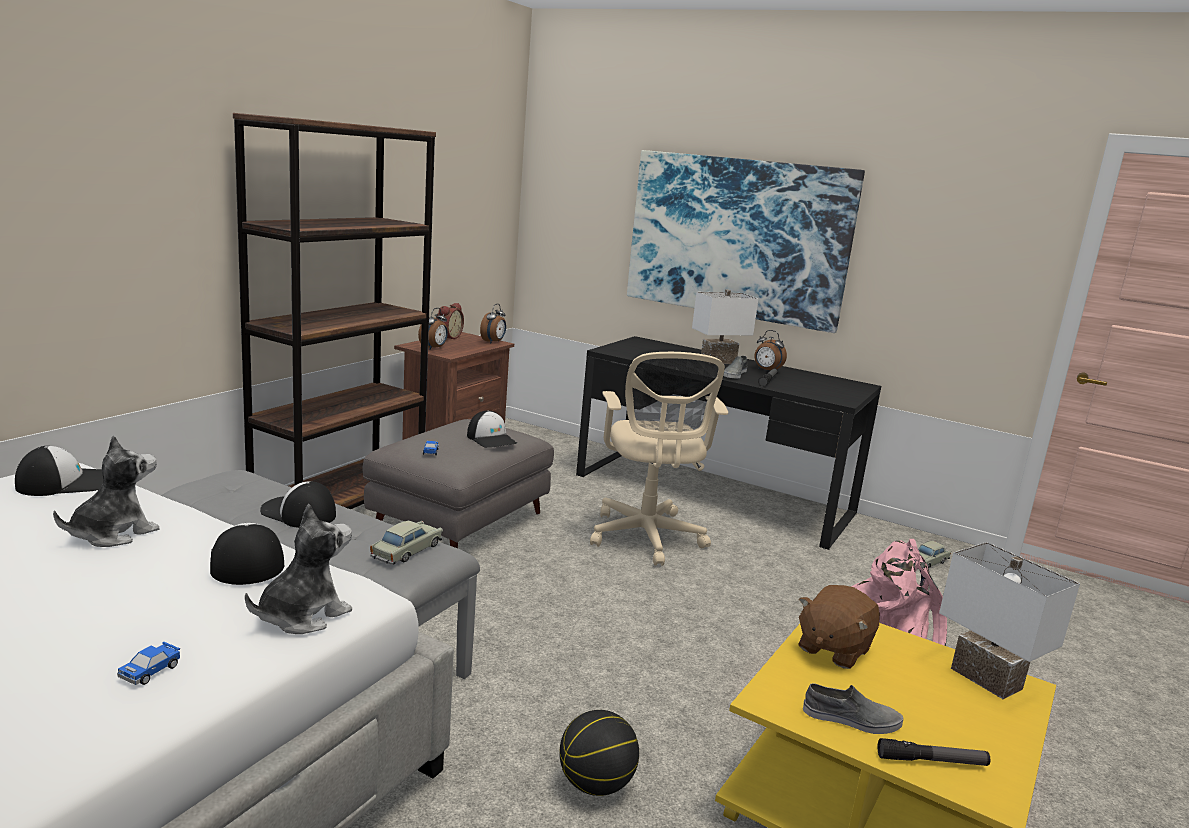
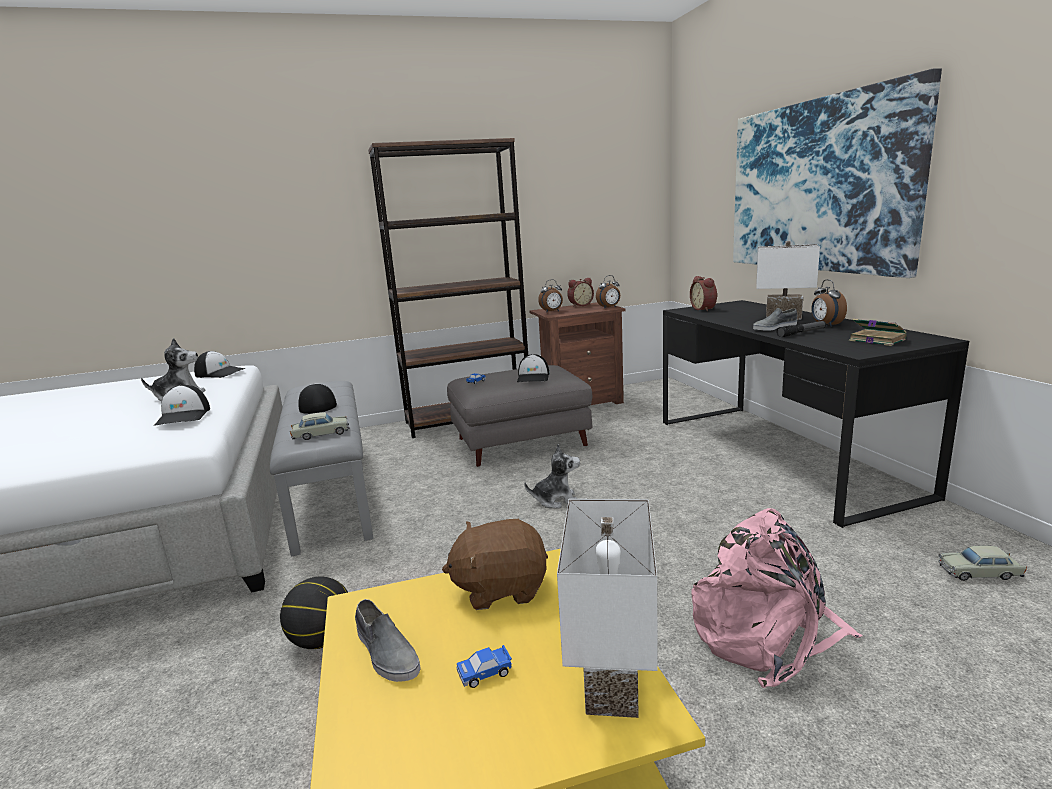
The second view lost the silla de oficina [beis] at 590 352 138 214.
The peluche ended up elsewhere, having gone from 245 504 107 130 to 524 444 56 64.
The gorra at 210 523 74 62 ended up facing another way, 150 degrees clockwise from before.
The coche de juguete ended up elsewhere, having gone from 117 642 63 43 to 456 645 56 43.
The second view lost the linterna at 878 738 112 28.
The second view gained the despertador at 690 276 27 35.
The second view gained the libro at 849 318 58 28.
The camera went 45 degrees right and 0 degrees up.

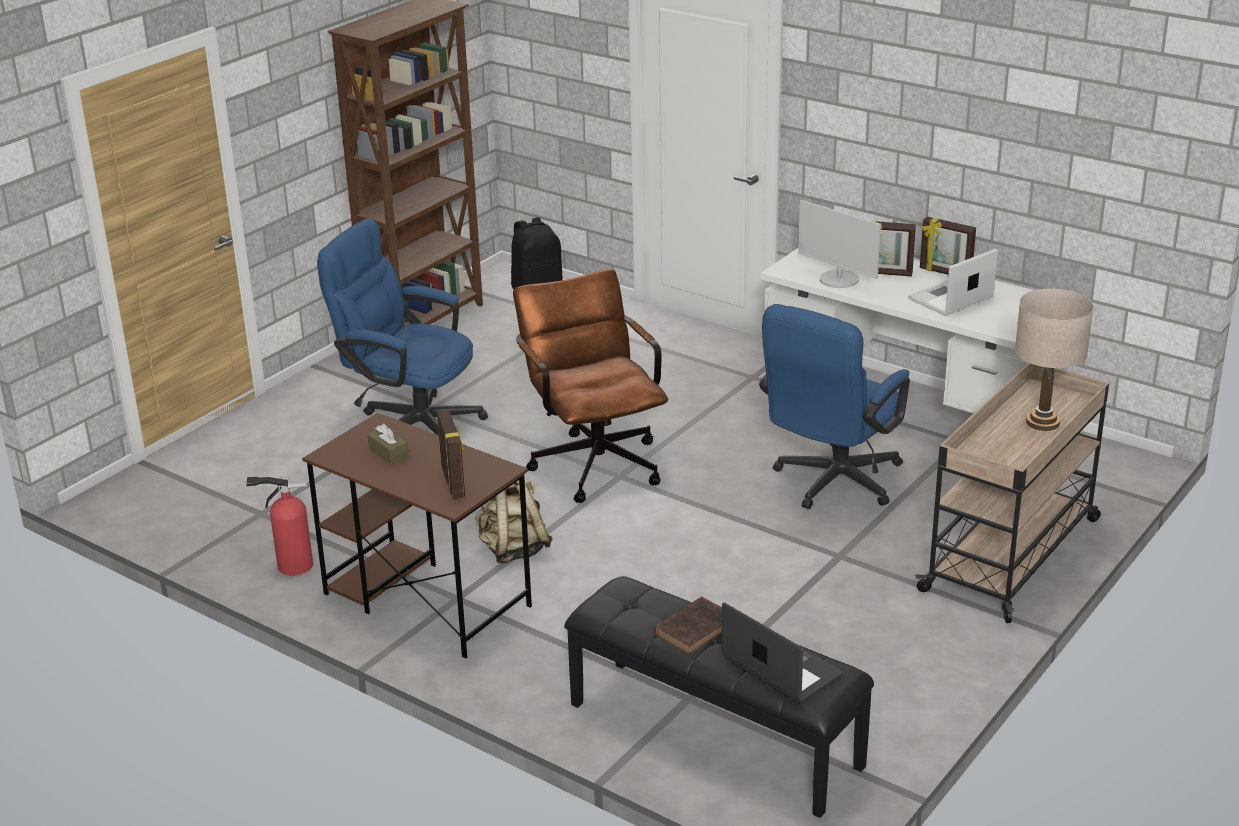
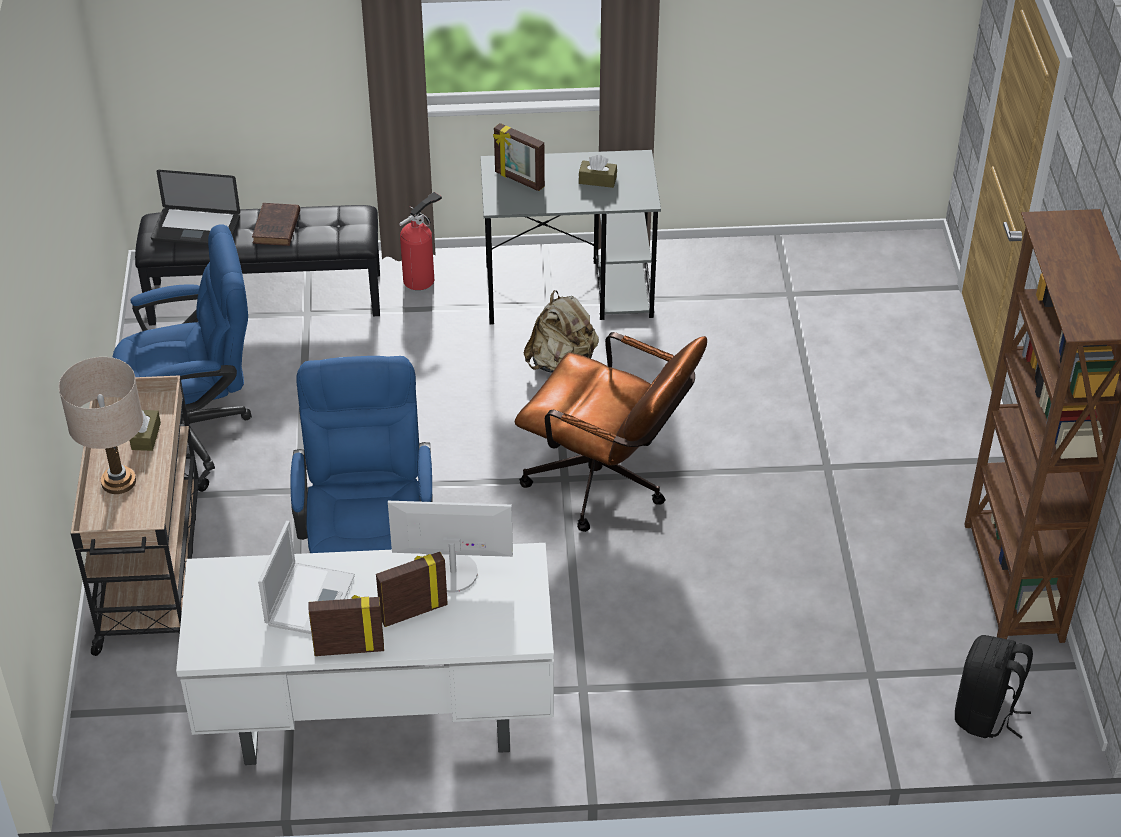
The silla de oficina [azul] ended up elsewhere, having gone from 317 219 171 216 to 112 225 140 246.
What was the escritorio [marrón] at 302 413 230 245 turned into the escritorio [gris] at 480 150 181 174.
The extintor ended up elsewhere, having gone from 246 476 67 100 to 399 192 43 98.
The second view gained the caja de pañuelos [marrón] at 130 410 31 41.
The camera went 140 degrees right and 15 degrees up.

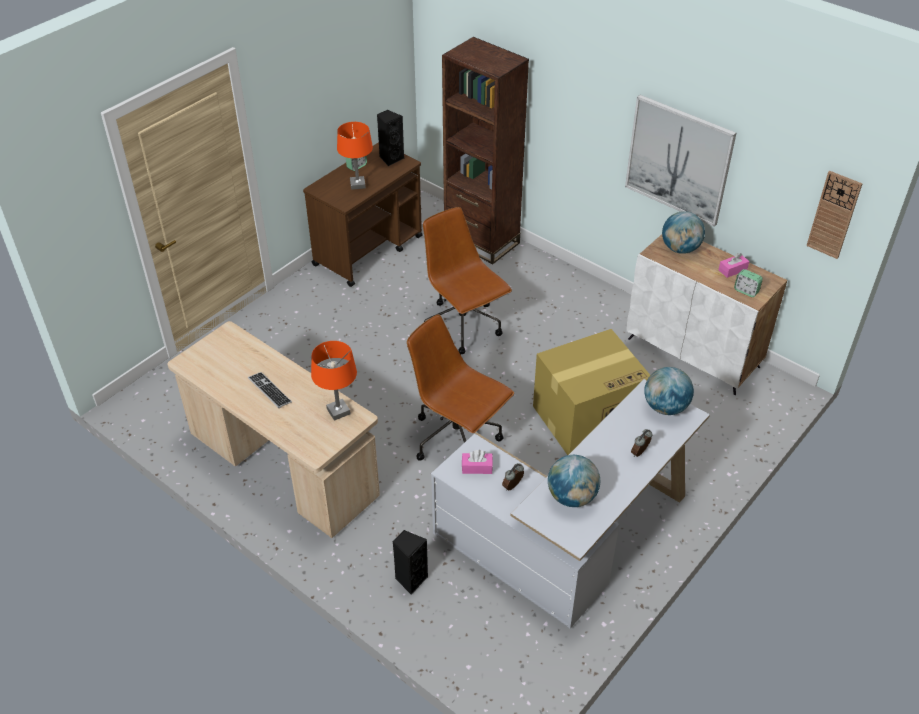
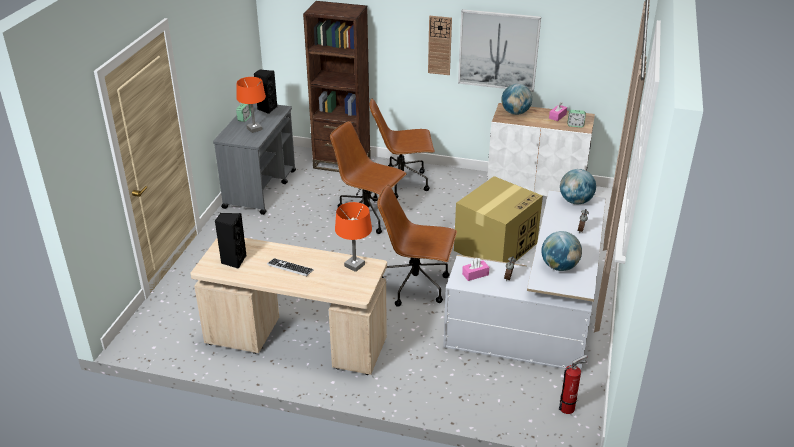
What was the carrito [marrón] at 303 142 120 145 turned into the carrito [gris] at 213 103 83 112.
The reloj de pared ended up elsewhere, having gone from 806 171 56 88 to 428 16 24 59.
The altavoz [negro] ended up elsewhere, having gone from 392 530 36 65 to 215 213 32 56.
The second view gained the silla de oficina [marrón] at 370 98 65 100.
The second view gained the extintor at 559 355 28 59.
The camera went 25 degrees left and 10 degrees down.

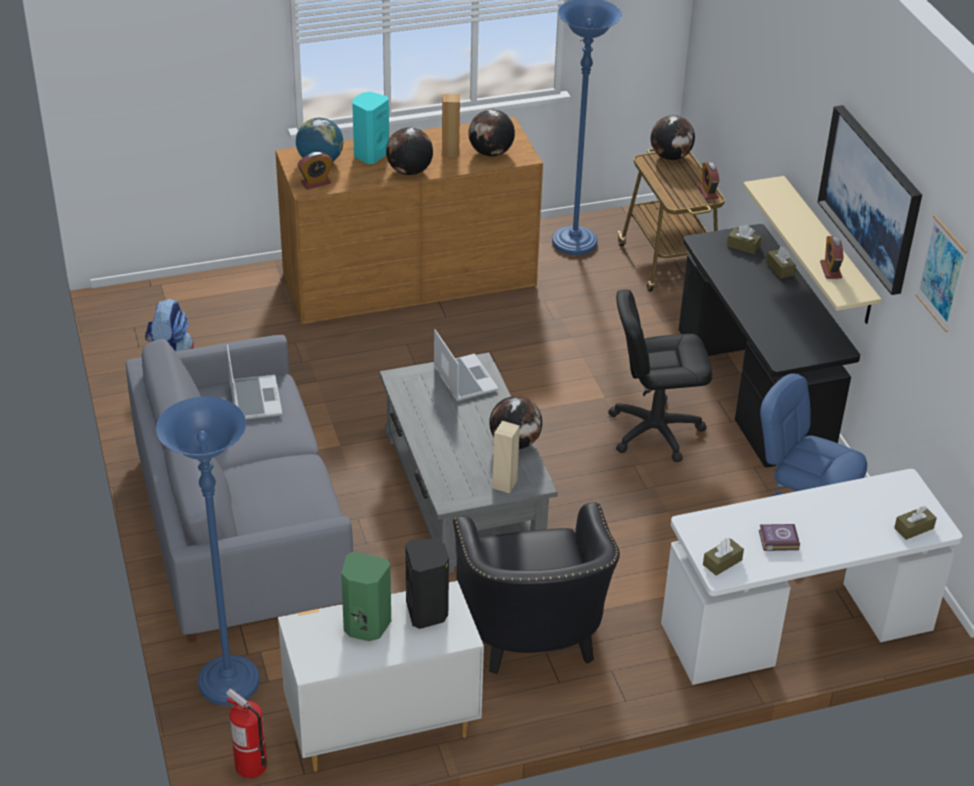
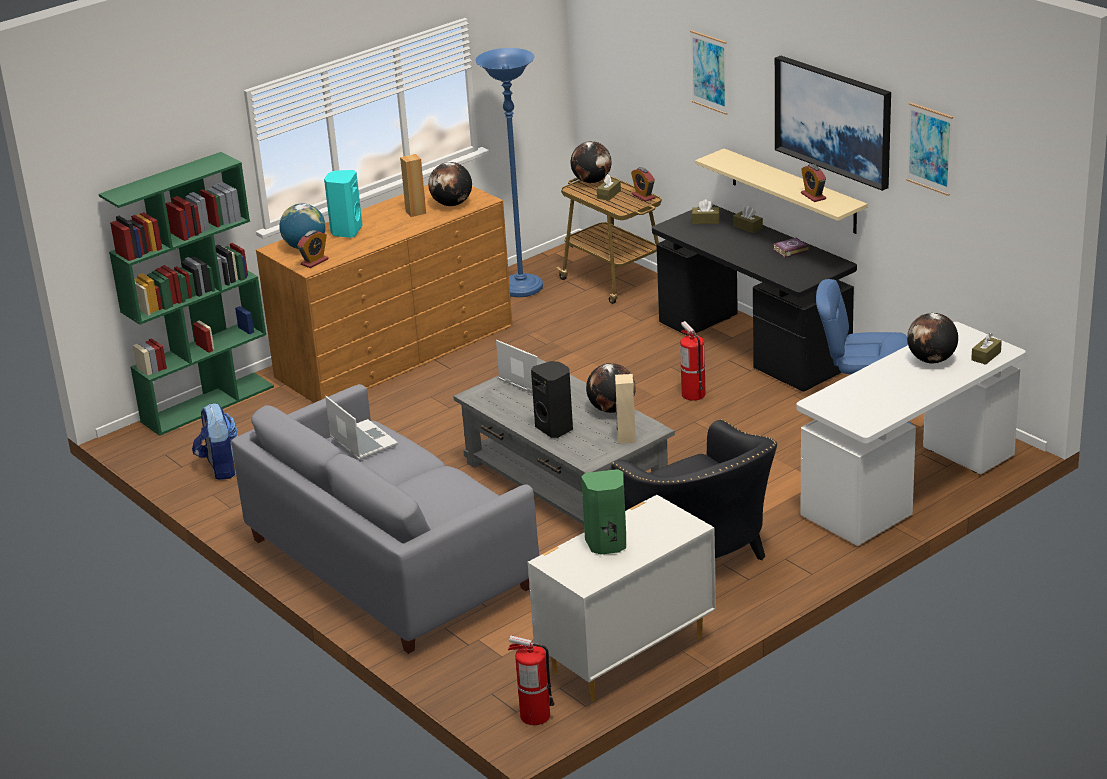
The globo terráqueo ended up elsewhere, having gone from 386 127 47 48 to 907 313 51 50.
Where the silla de oficina [negro] stood at 608 289 104 173, the extintor came to stand at 680 321 26 80.
The second view lost the lámpara de pie [azul] at 156 397 103 308.
The libro ended up elsewhere, having gone from 759 524 41 27 to 773 238 35 20.
The caja de pañuelos [marrón] ended up elsewhere, having gone from 703 538 41 38 to 597 174 24 27.
The altavoz [negro] ended up elsewhere, having gone from 405 539 44 90 to 531 361 42 77.
The second view gained the cuadro at 690 30 37 85.
The second view gained the estantería [verde] at 99 152 175 284.
The camera went 20 degrees left and 10 degrees down.

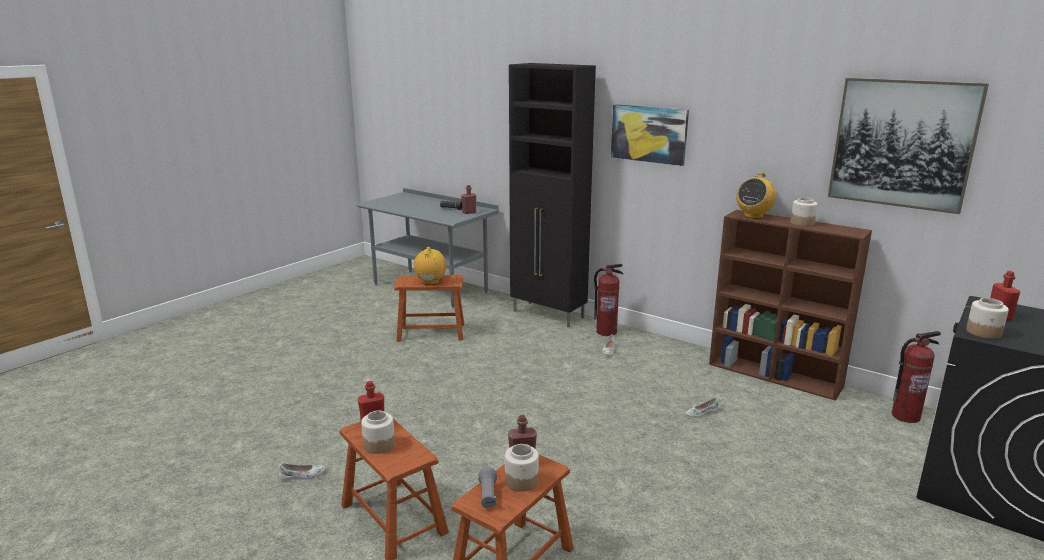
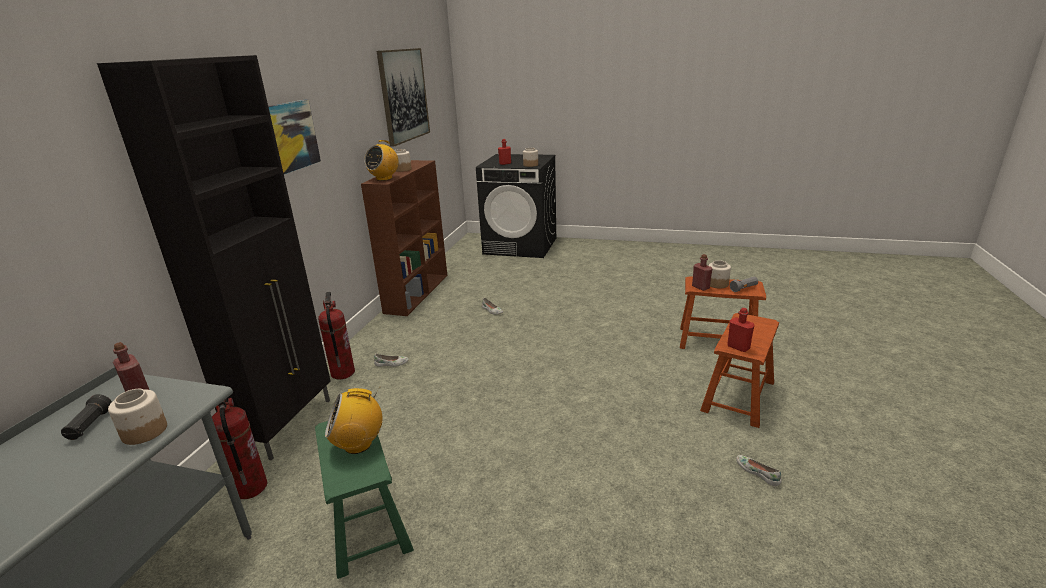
The radio at 736 172 40 47 ended up facing another way, 105 degrees clockwise from before.
What was the taburete [marrón] at 394 275 70 67 turned into the taburete [verde] at 315 421 99 158.
The extintor ended up elsewhere, having gone from 892 331 49 92 to 212 385 56 114.
The tarro ended up elsewhere, having gone from 361 411 34 43 to 108 389 59 56.
The camera went 110 degrees left and 5 degrees up.

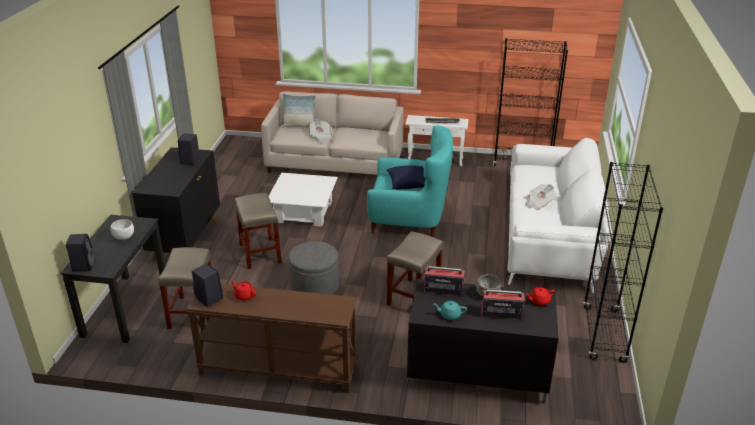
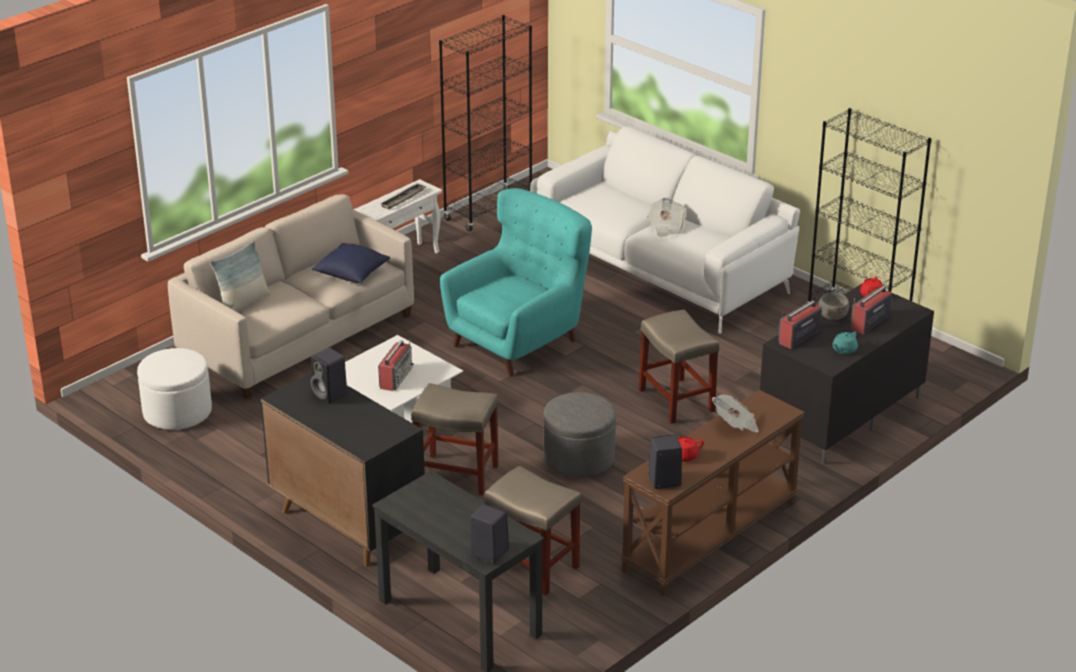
The periódico ended up elsewhere, having gone from 309 119 23 24 to 712 394 47 38.
The cojín [azul] ended up elsewhere, having gone from 387 166 38 24 to 312 243 78 40.
The second view lost the cuenco [blanco] at 110 219 24 21.
The second view gained the radio at 378 339 36 52.
The second view gained the puf [blanco] at 137 348 75 82.
The camera went 55 degrees left and 0 degrees up.

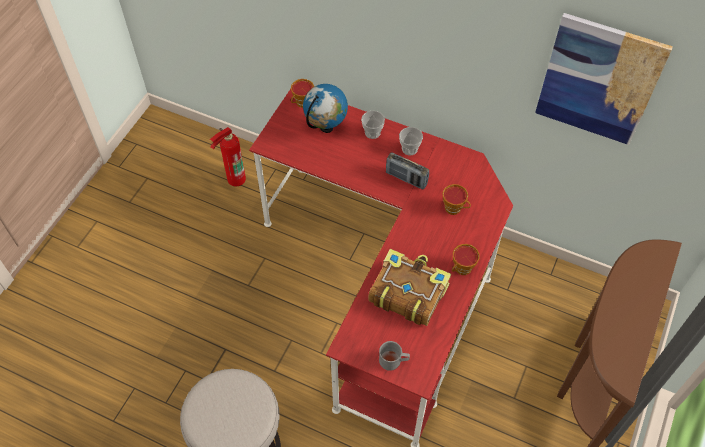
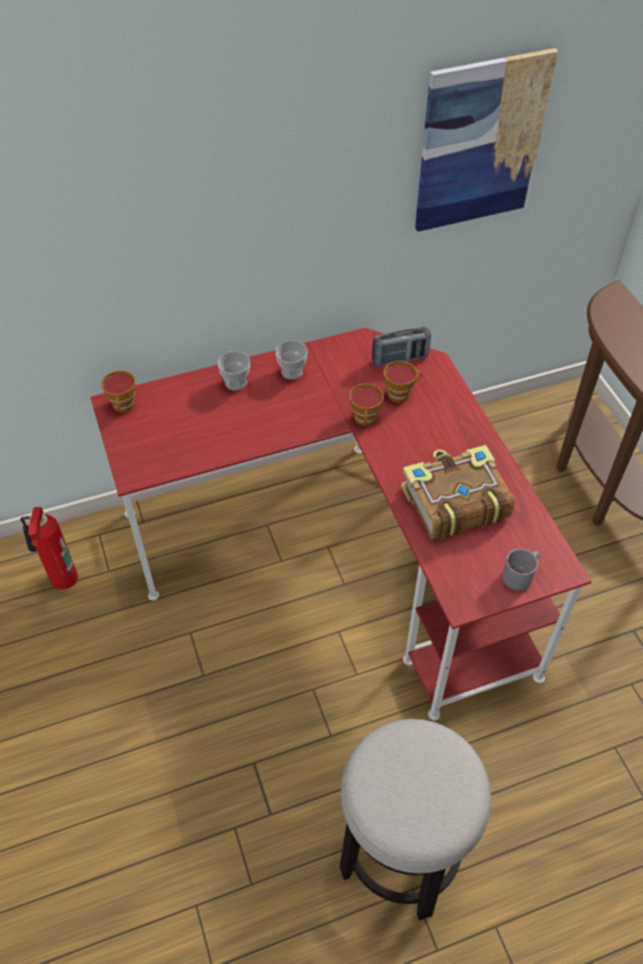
The second view lost the globo terráqueo at 303 84 45 49.
The radio ended up elsewhere, having gone from 386 152 43 37 to 372 327 59 40.
The taza ended up elsewhere, having gone from 452 244 28 31 to 349 383 35 43.
The camera went 45 degrees left and 5 degrees down.

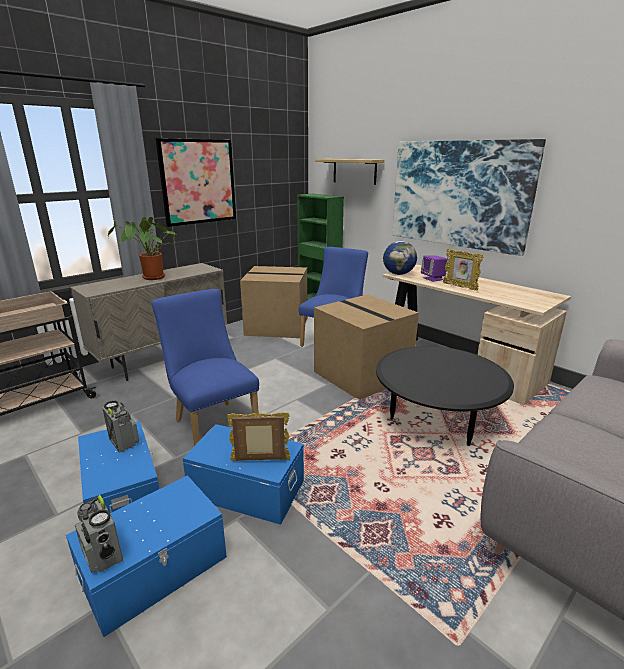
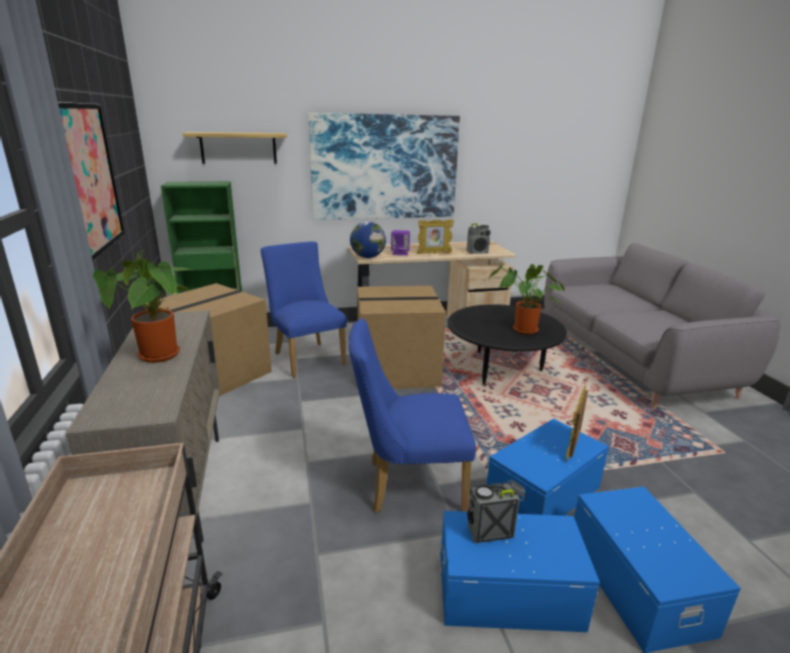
The radio ended up elsewhere, having gone from 75 495 48 78 to 467 223 24 31.
The second view gained the planta en maceta at 489 262 76 72.
The camera went 60 degrees left and 0 degrees up.

